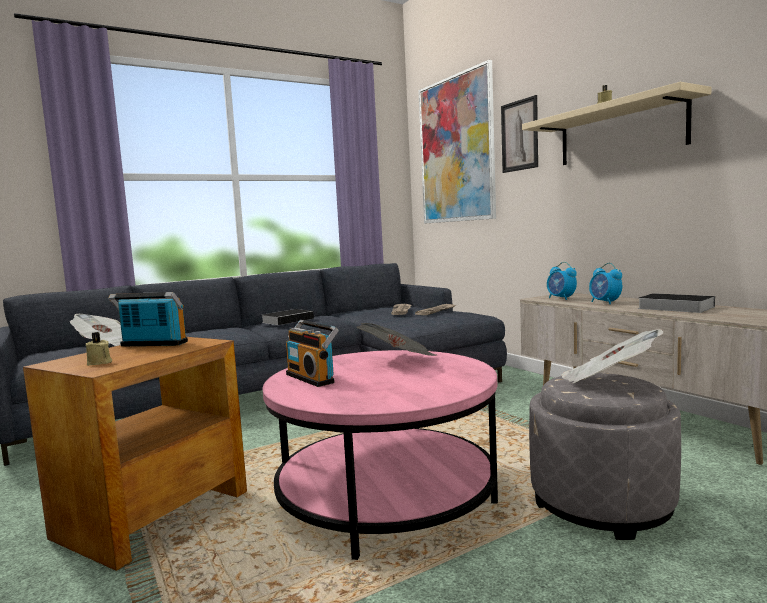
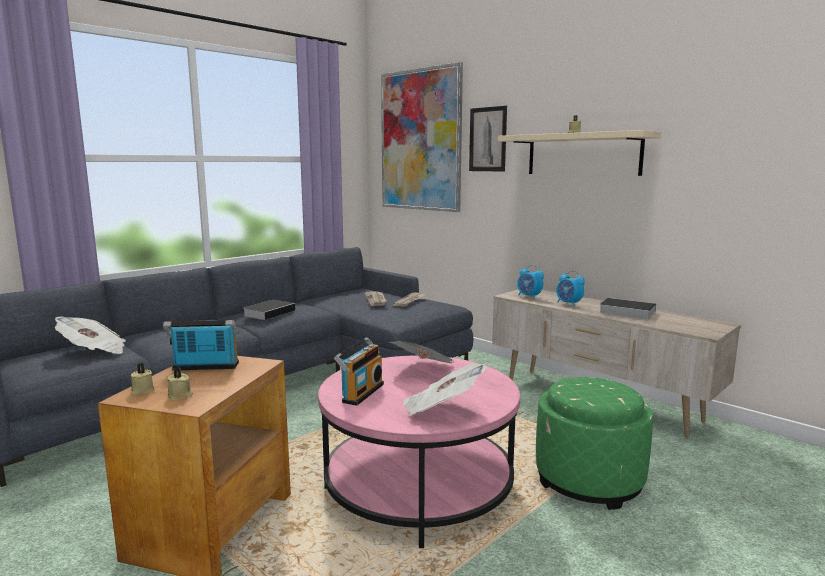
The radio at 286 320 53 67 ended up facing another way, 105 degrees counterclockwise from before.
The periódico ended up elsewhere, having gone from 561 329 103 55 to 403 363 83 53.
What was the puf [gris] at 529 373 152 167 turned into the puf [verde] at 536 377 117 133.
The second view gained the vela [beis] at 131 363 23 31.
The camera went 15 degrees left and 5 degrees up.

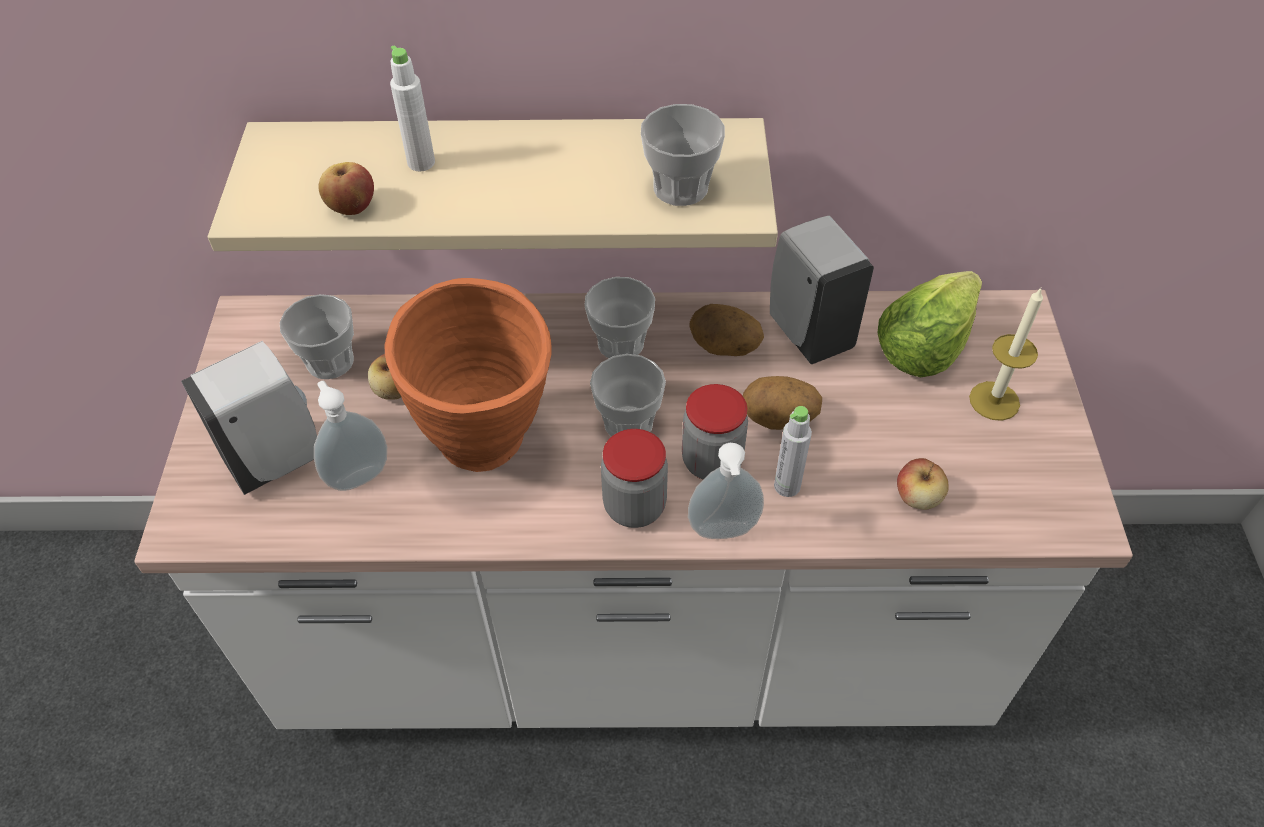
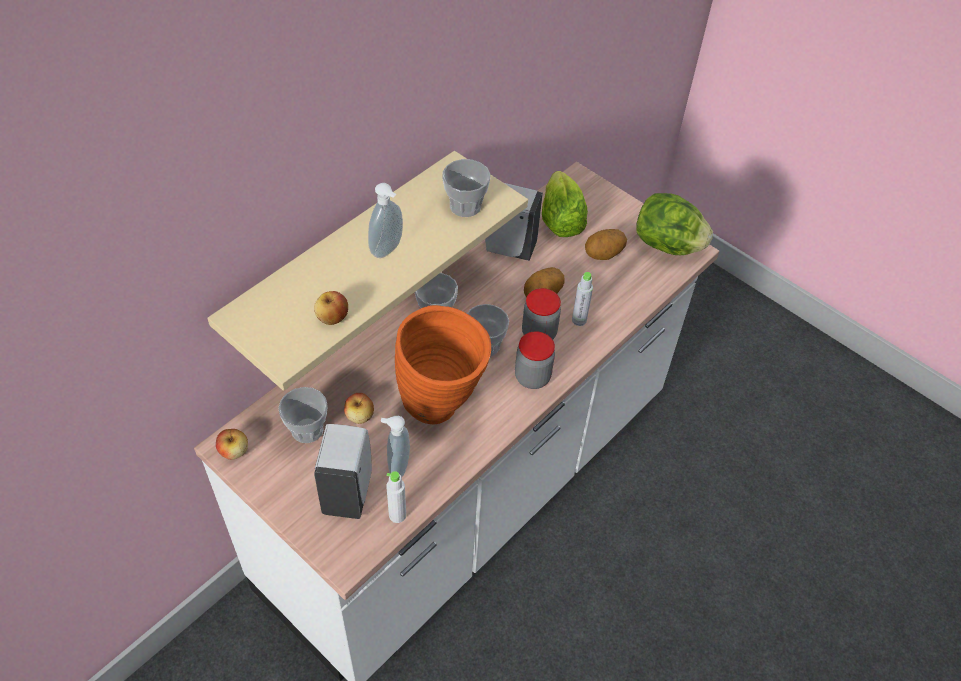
The botella [blanco] ended up elsewhere, having gone from 390 45 45 126 to 386 471 20 52.
The second view lost the vela at 969 287 74 134.
The patata ended up elsewhere, having gone from 689 304 75 52 to 585 229 42 31.
The dispensador de jabón ended up elsewhere, having gone from 688 443 76 96 to 368 183 35 75.
The manzana ended up elsewhere, having gone from 897 458 52 52 to 216 429 32 31.
The second view gained the lechuga at 637 193 76 62.
The camera went 50 degrees left and 0 degrees up.

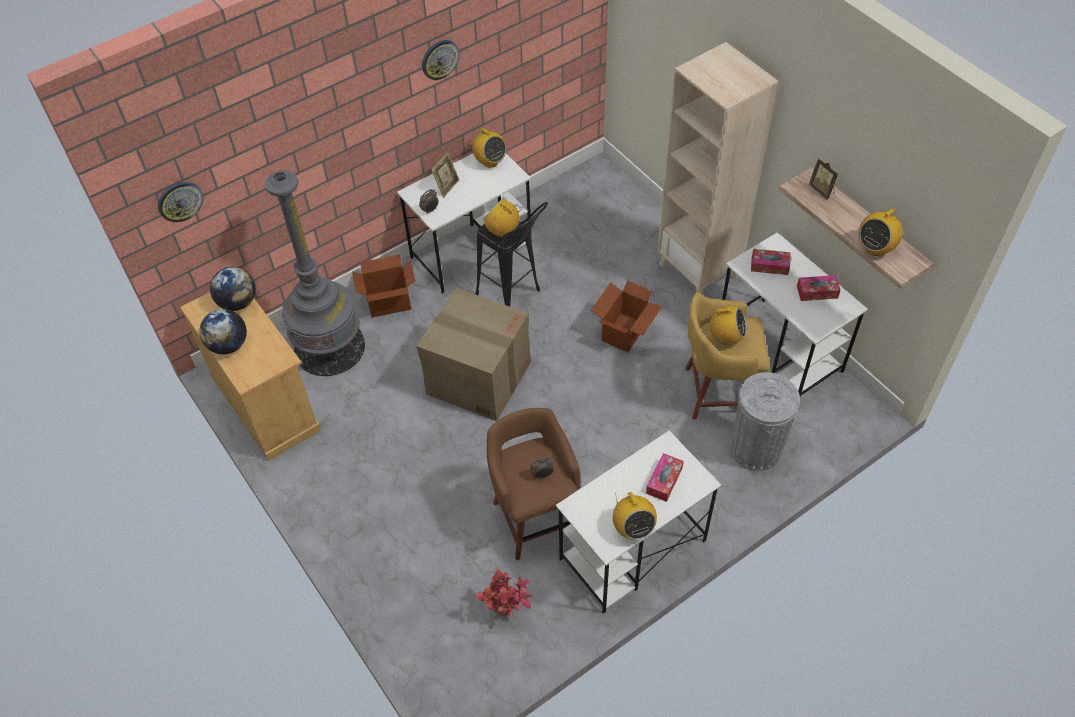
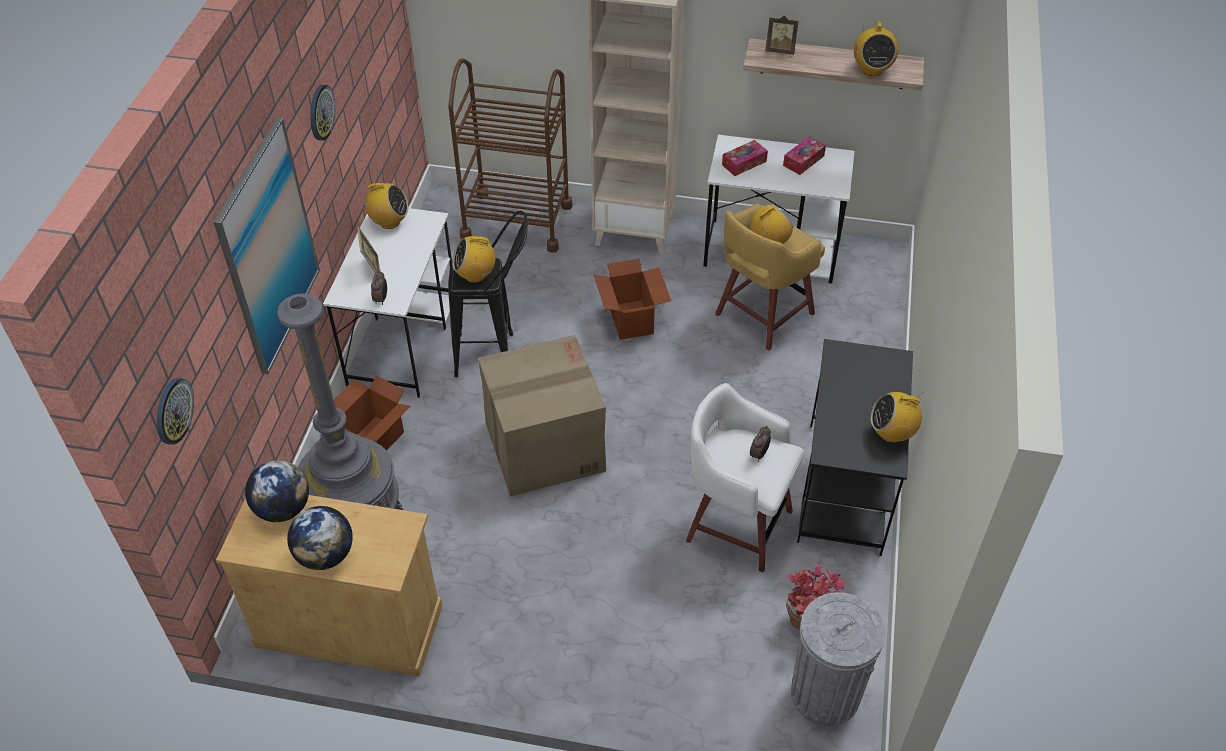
The papelera [gris] ended up elsewhere, having gone from 731 372 69 99 to 791 592 94 134.
What was the taburete [marrón] at 487 408 94 152 turned into the taburete [blanco] at 686 383 118 189.
What was the escritorio [blanco] at 556 431 165 183 turned into the escritorio [negro] at 797 339 116 217.
The second view lost the caja de pañuelos at 646 453 38 49.
The radio at 613 492 44 48 ended up facing another way, 150 degrees clockwise from before.
The second view gained the carrito [marrón] at 448 58 124 195.
The second view gained the cuadro at 213 117 107 258.
The camera went 45 degrees left and 5 degrees down.

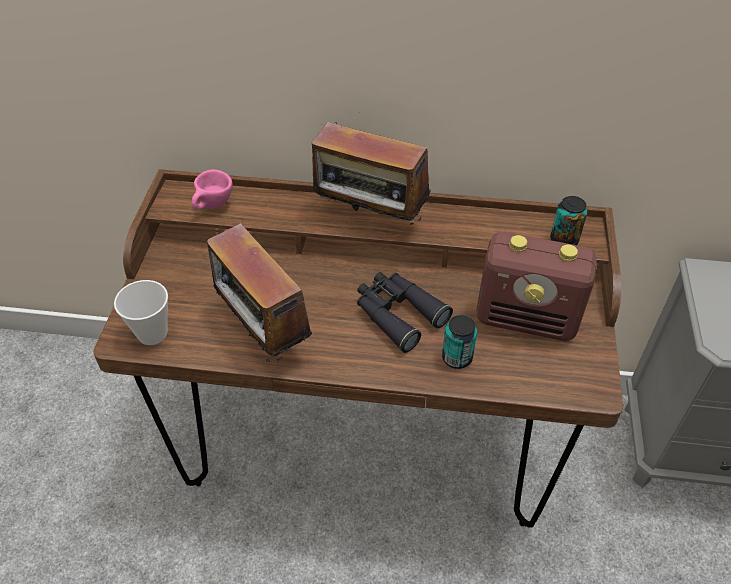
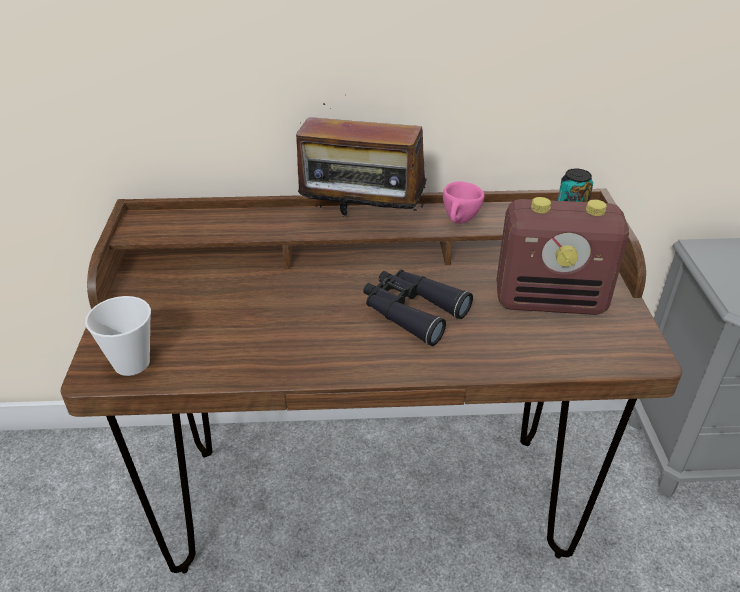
The taza [rosa] ended up elsewhere, having gone from 192 169 41 41 to 443 181 41 43.
The second view lost the radio at 207 223 105 142.
The second view lost the lata at 442 315 35 54.
The camera went 10 degrees left and 10 degrees down.

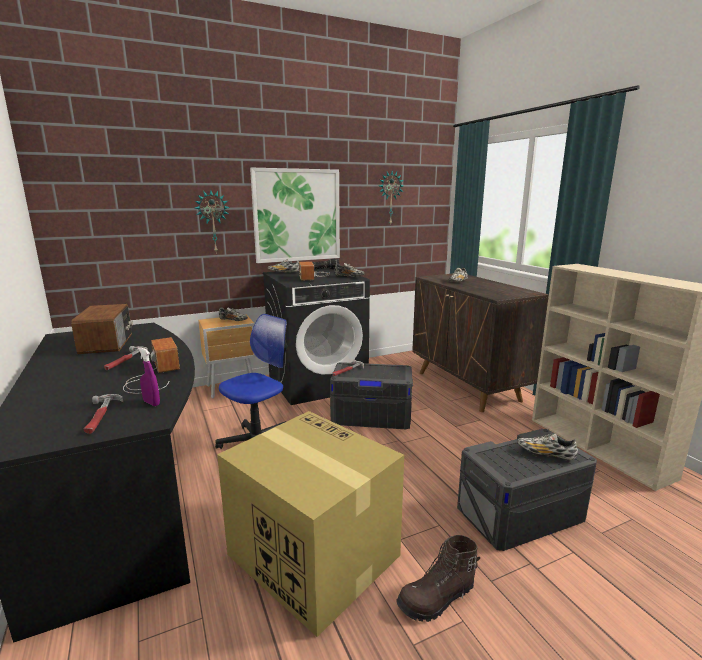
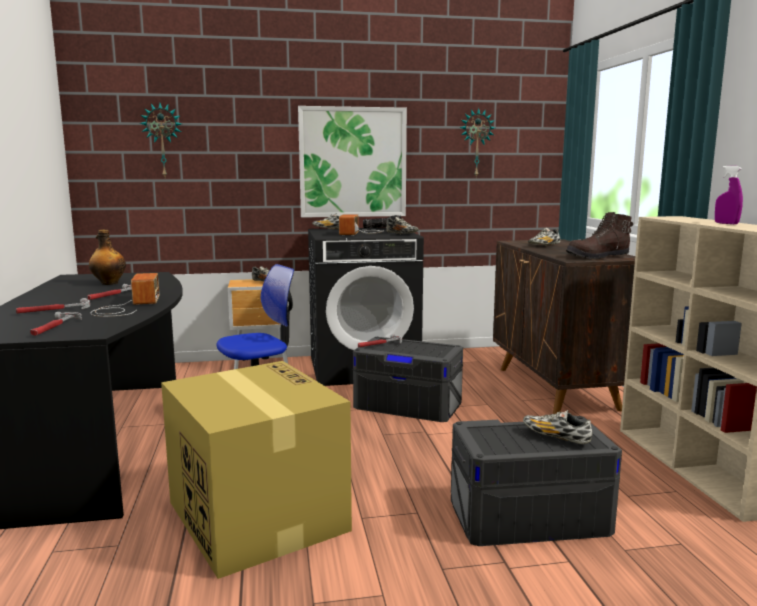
The reloj de pared ended up elsewhere, having gone from 195 190 35 62 to 140 103 42 74.
Where the radio stood at 71 304 62 50, the botella came to stand at 89 230 37 55.
The pulverizador [morado] ended up elsewhere, having gone from 138 347 22 59 to 715 166 28 58.
The bota [marrón] ended up elsewhere, having gone from 396 535 84 87 to 566 212 67 47.
The second view gained the martillo at 16 298 74 15.
The camera went 15 degrees right and 5 degrees down.

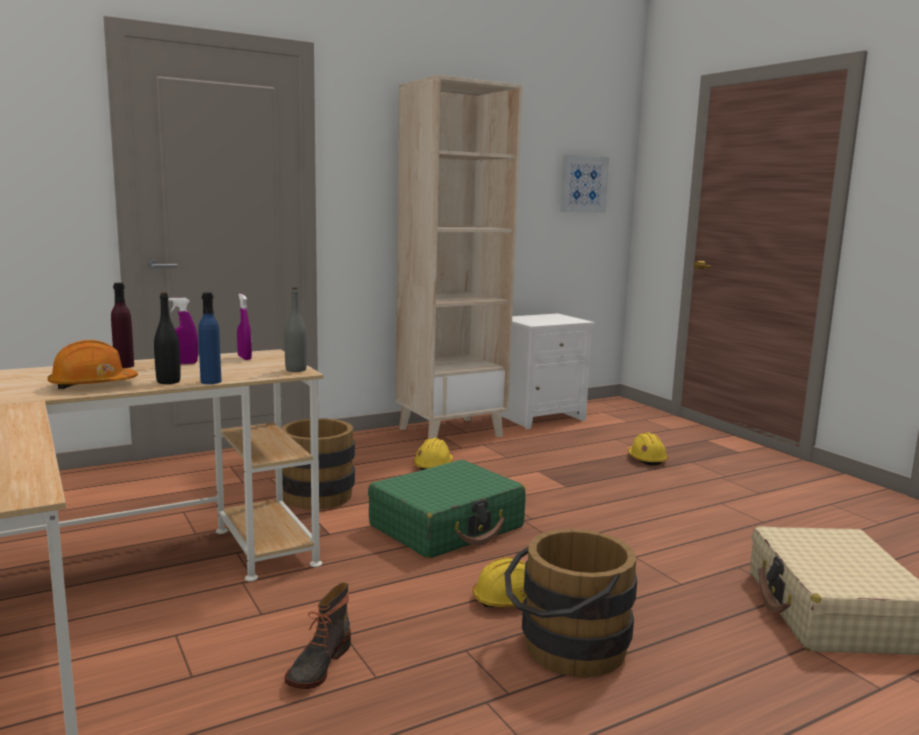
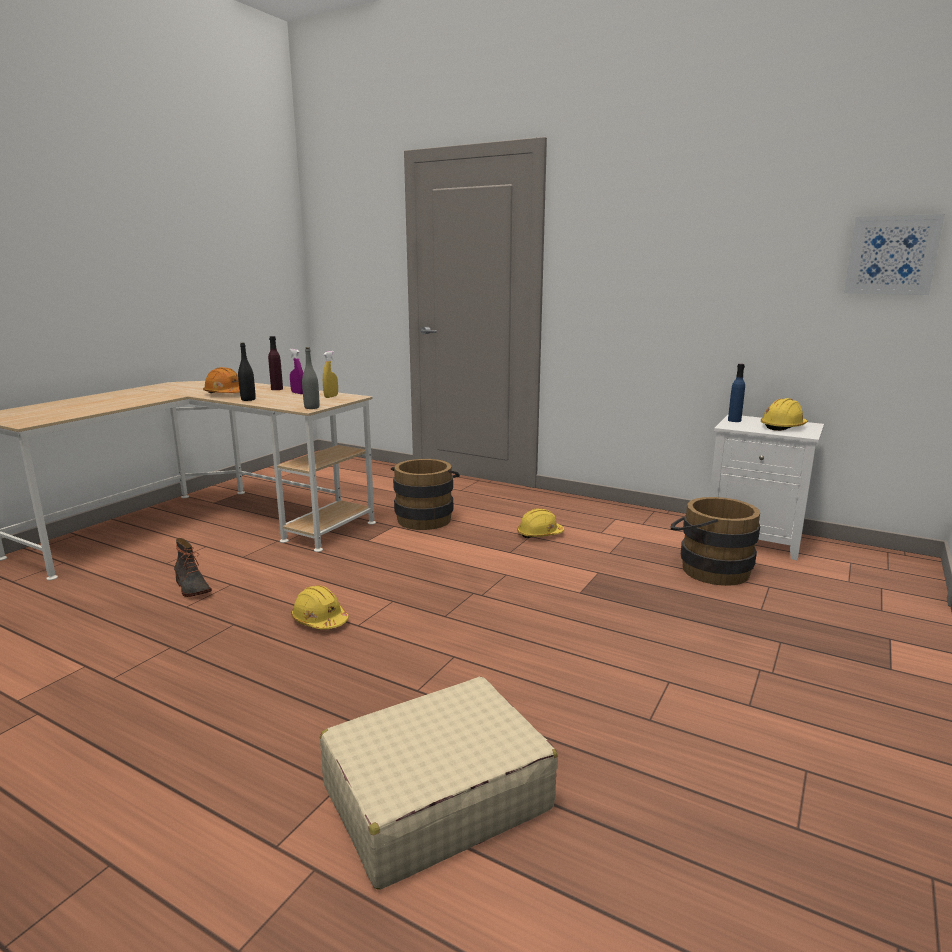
The second view lost the estantería [beis] at 396 75 126 364.
The botella [azul] ended up elsewhere, having gone from 198 292 24 92 to 728 364 17 58.
What was the pulverizador [morado] at 237 294 15 66 turned into the pulverizador [amarillo] at 323 351 15 47.
The casco [amarillo] ended up elsewhere, having gone from 628 432 40 34 to 761 398 47 33.
The second view lost the maleta [verde] at 368 460 158 98.
The cubo [marrón] ended up elsewhere, having gone from 504 529 133 149 to 670 497 90 89.
The bota at 285 583 66 106 ended up facing another way, 120 degrees counterclockwise from before.
The camera went 60 degrees right and 5 degrees up.

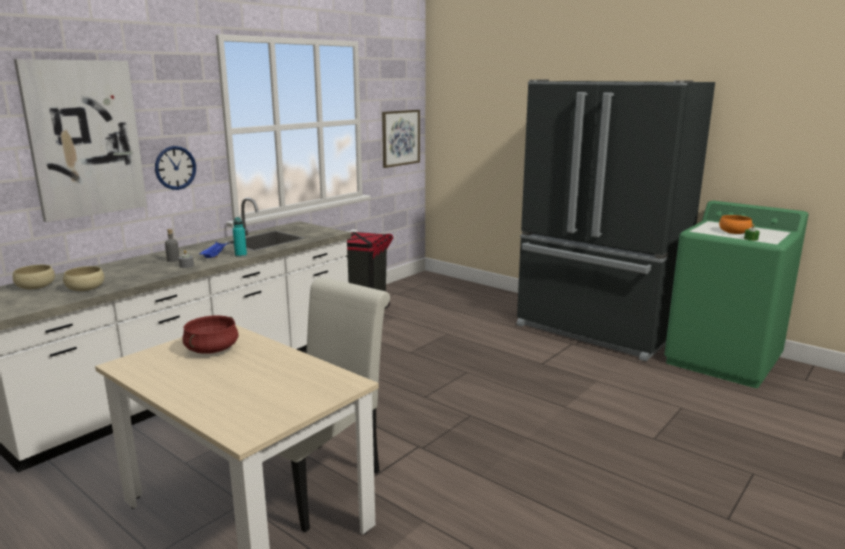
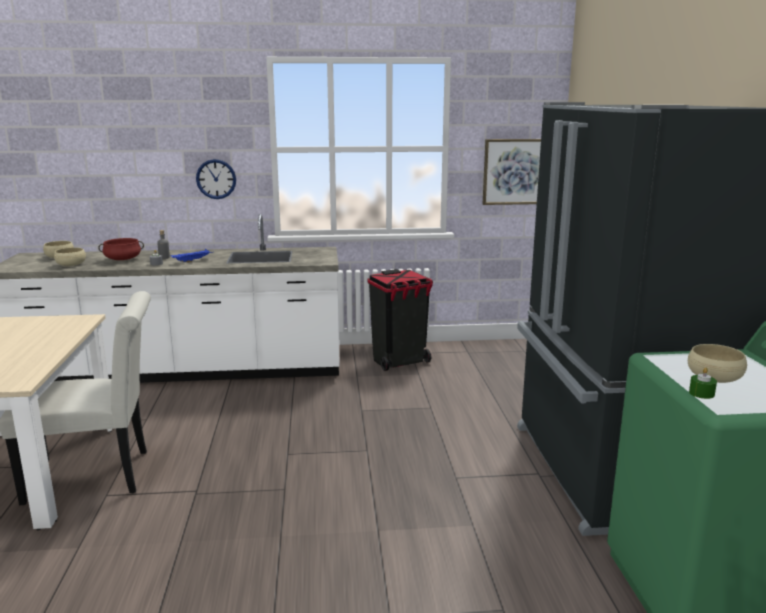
The second view lost the cuadro at 14 59 133 163.
What was the cuenco [naranja] at 719 215 33 19 turned into the cuenco [beis] at 688 344 59 39.
The second view lost the botella [turquesa] at 233 217 14 40.
The olla [rojo] ended up elsewhere, having gone from 183 315 56 39 to 98 238 46 22.
The camera went 45 degrees right and 0 degrees up.

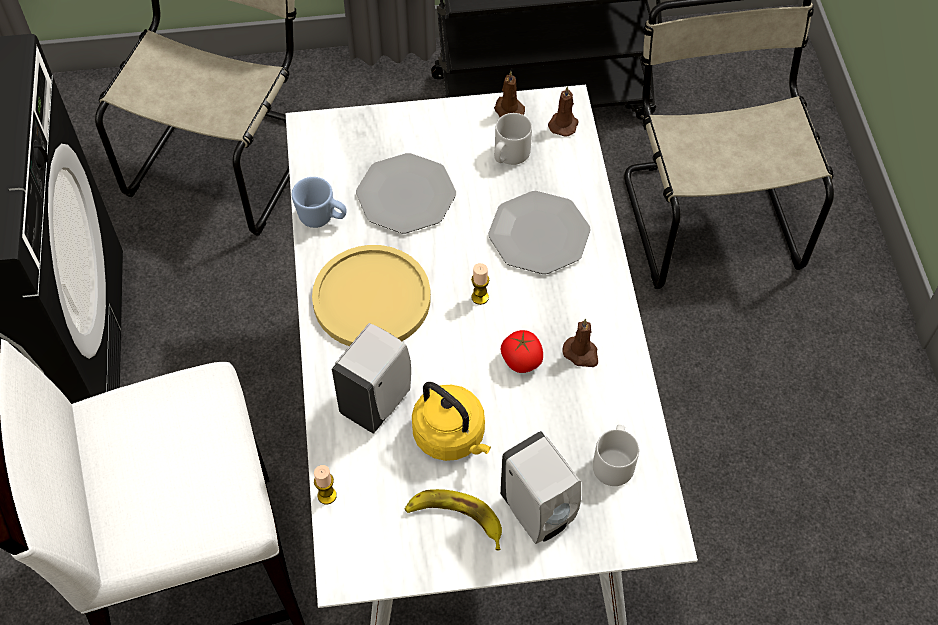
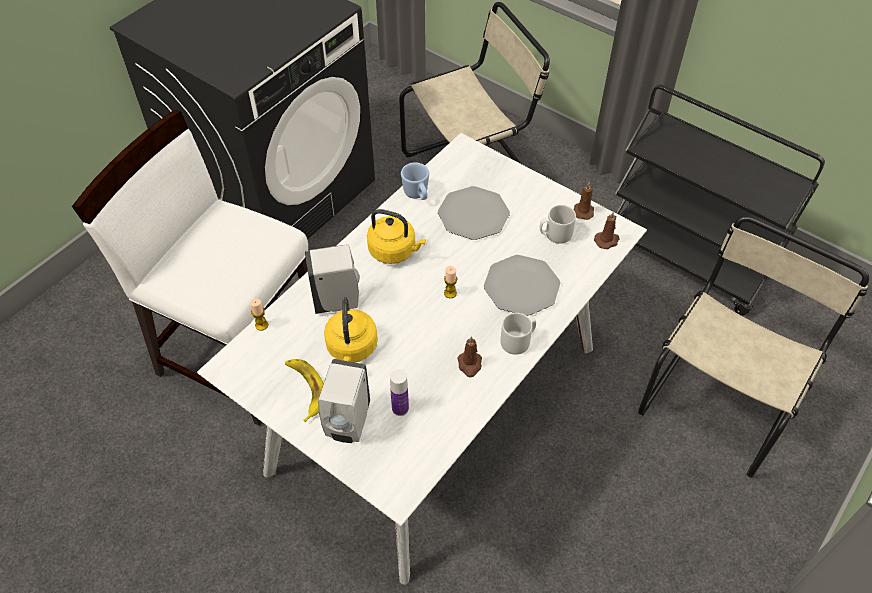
Where the plato [amarillo] stood at 312 245 119 101, the hervidor [amarillo] came to stand at 367 209 59 55.
The second view lost the tomate at 501 330 42 43.
The taza grande [gris] ended up elsewhere, having gone from 593 425 46 61 to 500 313 36 42.
The second view gained the botella at 390 369 19 47.
The camera went 45 degrees right and 5 degrees down.

